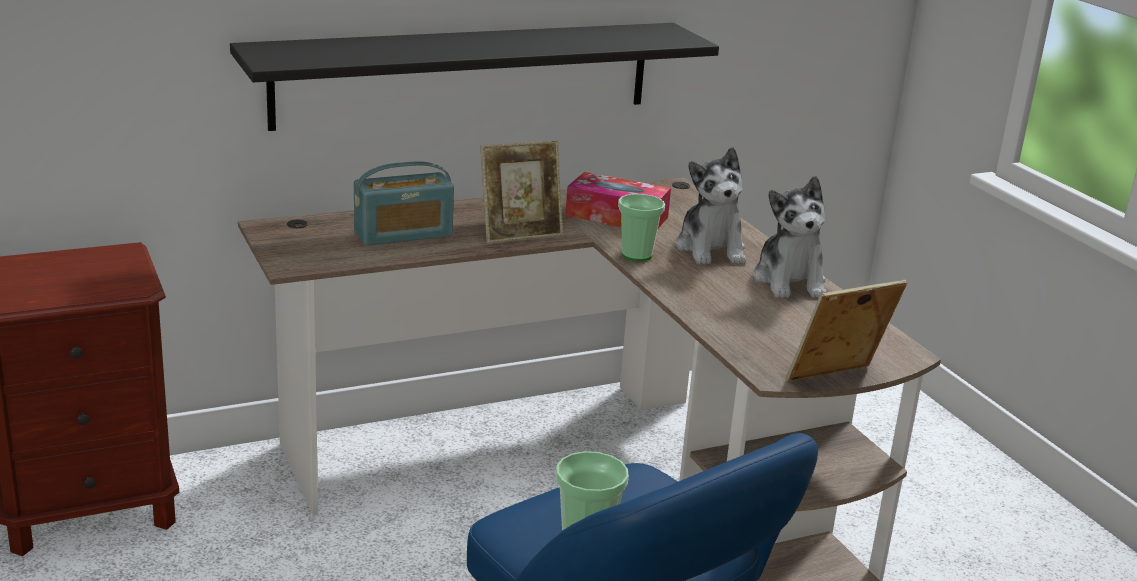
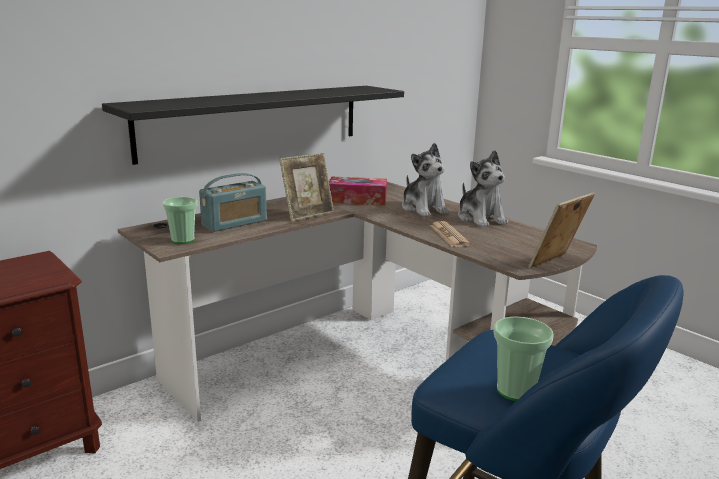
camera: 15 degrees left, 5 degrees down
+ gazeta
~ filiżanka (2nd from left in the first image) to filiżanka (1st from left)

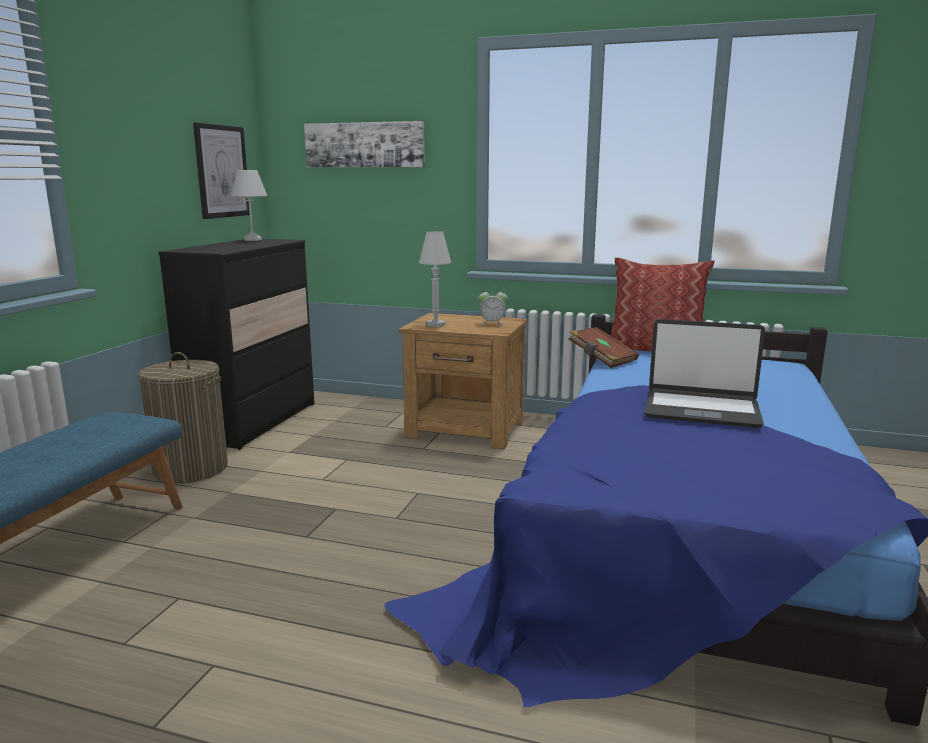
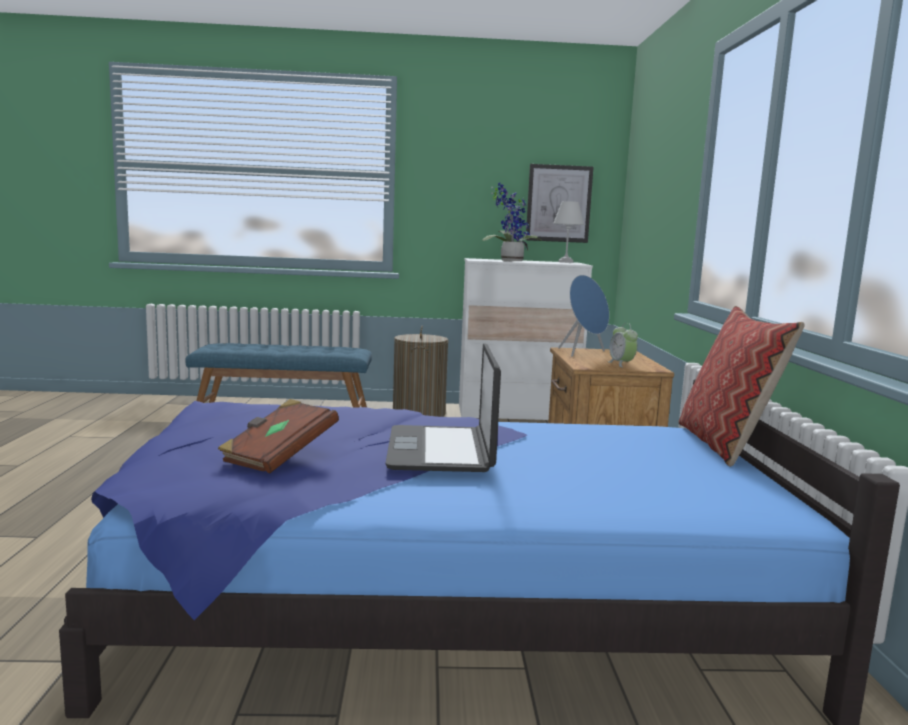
camera: 70 degrees right, 5 degrees down
- obraz (2nd from left)
+ roślina doniczkowa
~ książka [brązowy]
~ lampa stołowa [biały] (2nd from left) to głośnik [niebieski]
~ komoda [czarny] to komoda [biały]

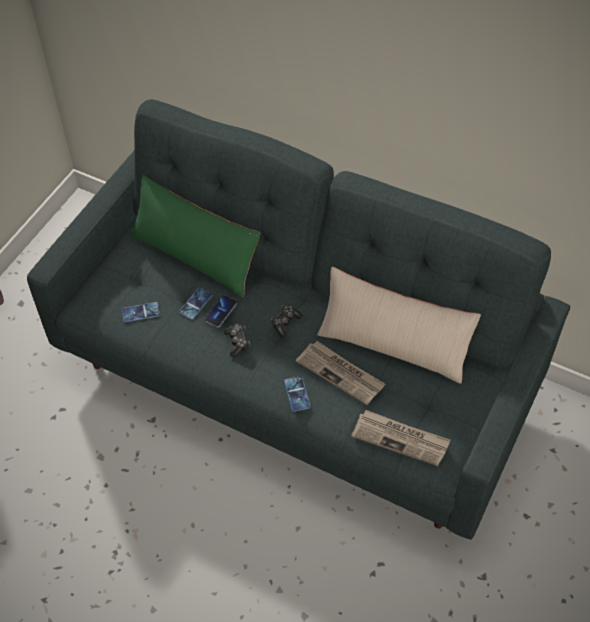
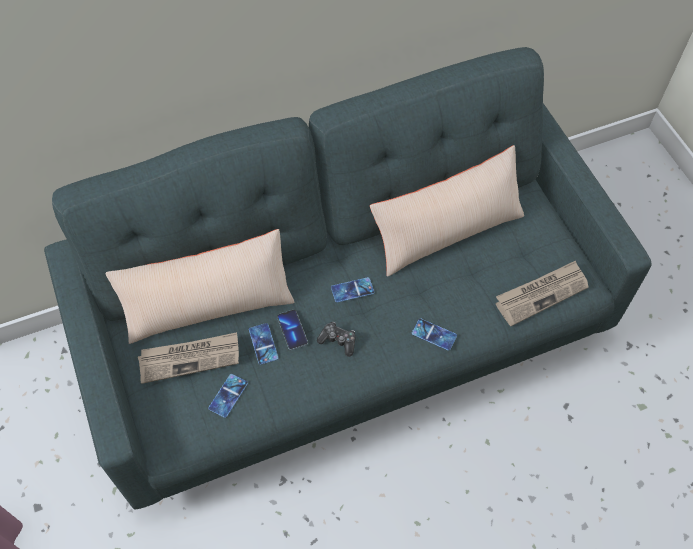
camera: 50 degrees left, 5 degrees up
~ gazeta (1st from left)
~ pad do gier (2nd from left) to telefon (4th from left)
~ poduszka [zielony] to poduszka [beżowy] (1st from left)

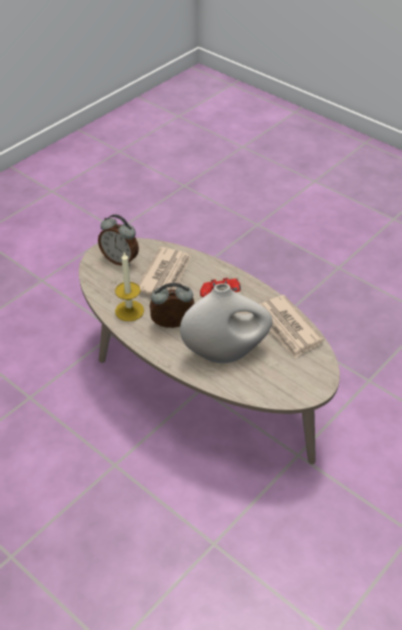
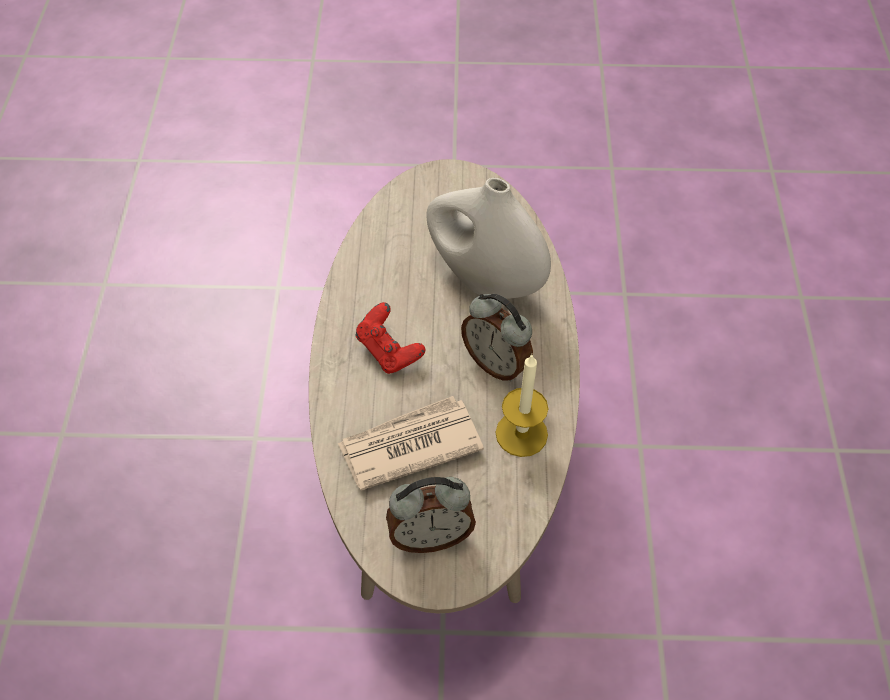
camera: 130 degrees left, 10 degrees up
- gazeta (2nd from left)
~ budzik (1st from left) 90 degrees clockwise

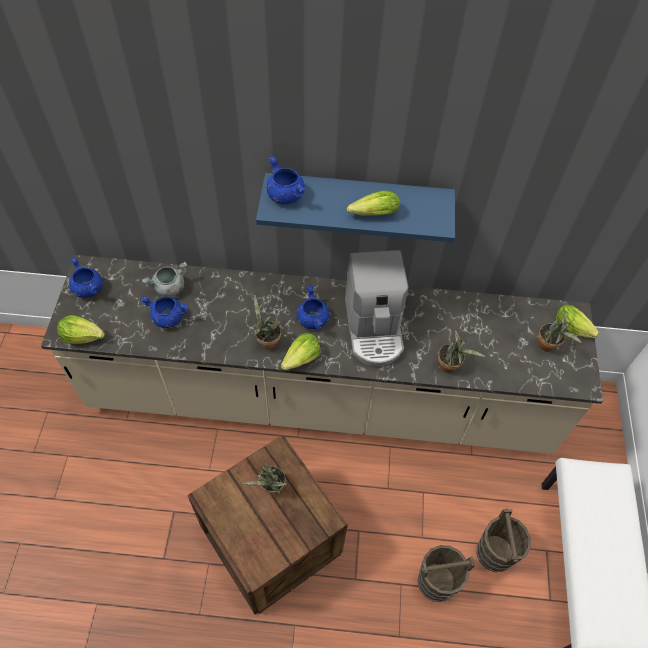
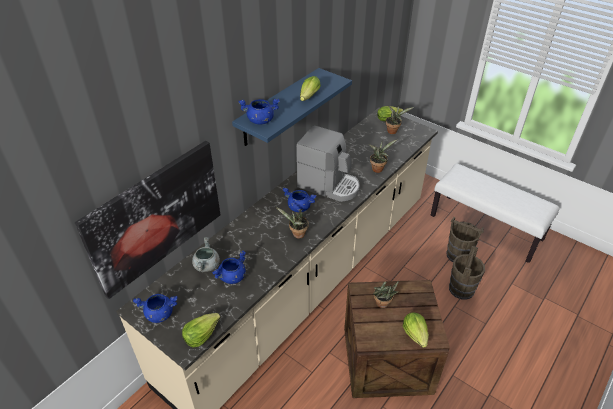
camera: 55 degrees left, 15 degrees down
+ obraz
~ sałata (2nd from left in the first image) to sałata (4th from left)

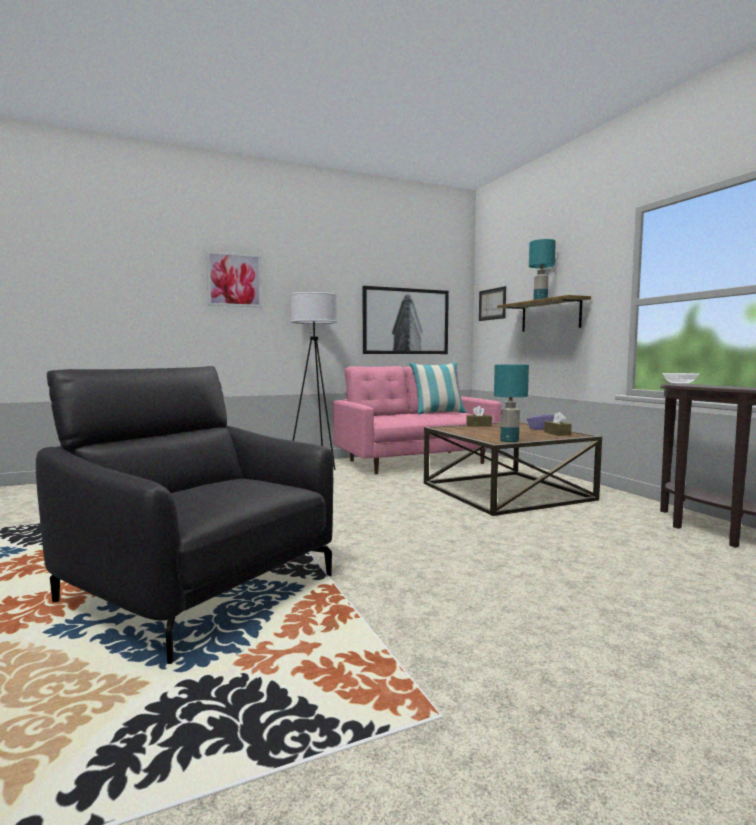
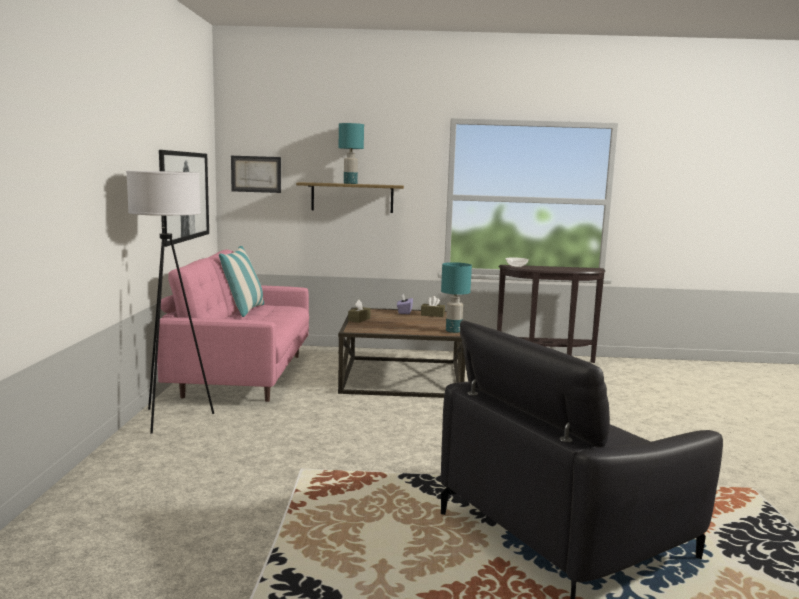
camera: 65 degrees left, 5 degrees up
- obraz (1st from left)

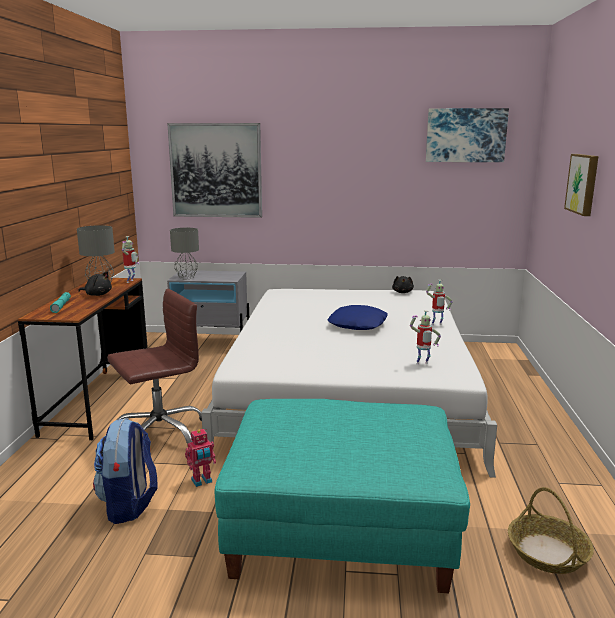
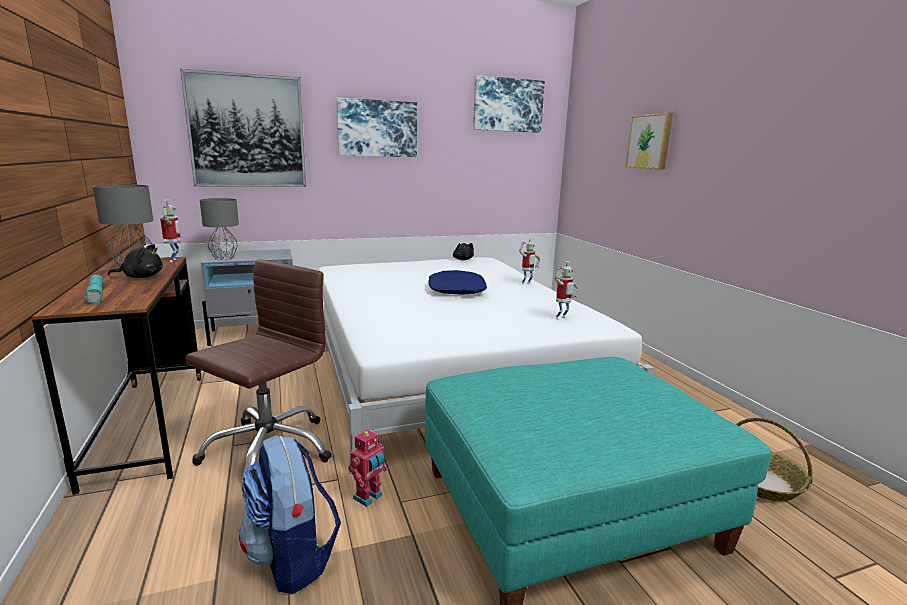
camera: 25 degrees left, 0 degrees up
+ obraz (2nd from left)

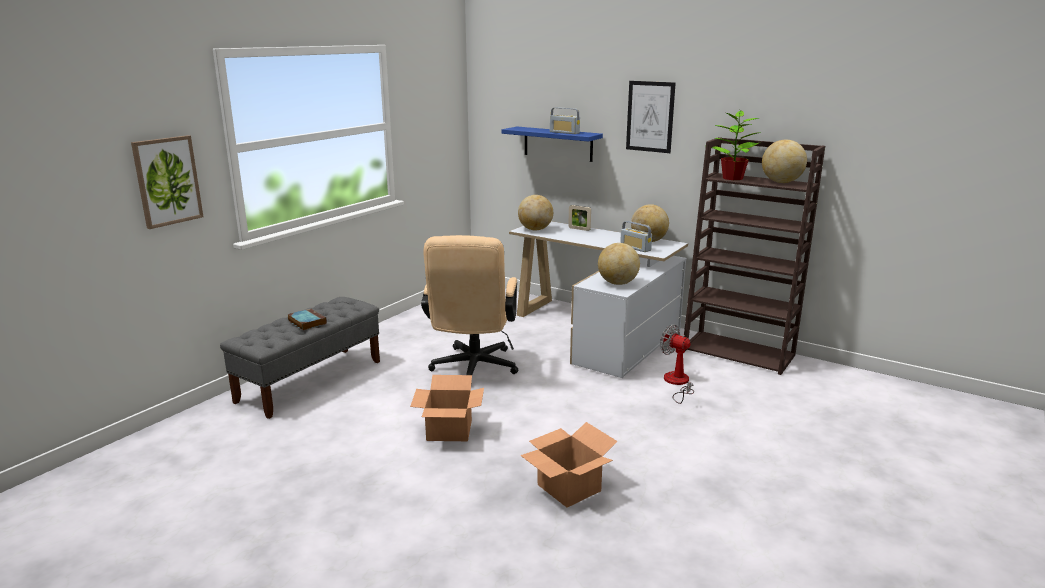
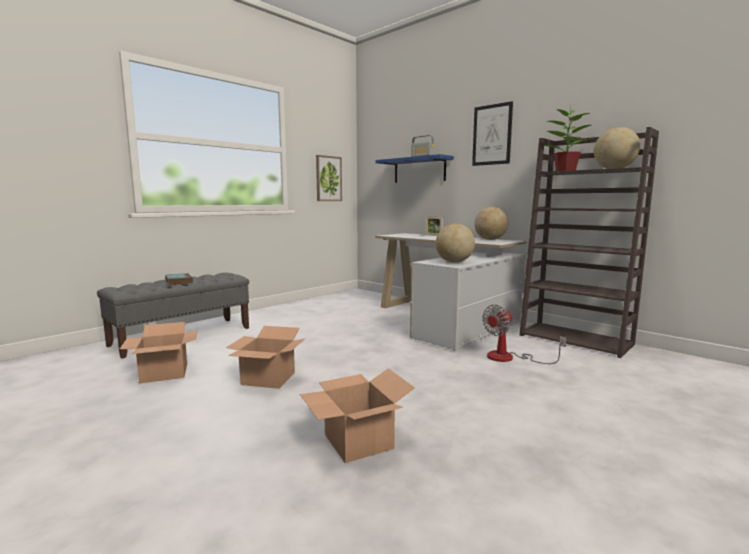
camera: 10 degrees right, 10 degrees down
- krzesło biurowe [beżowy]
- globus (1st from left)
- radio (2nd from left)
+ karton (1st from left)
~ obraz (1st from left)
~ wentylator 90 degrees counterclockwise

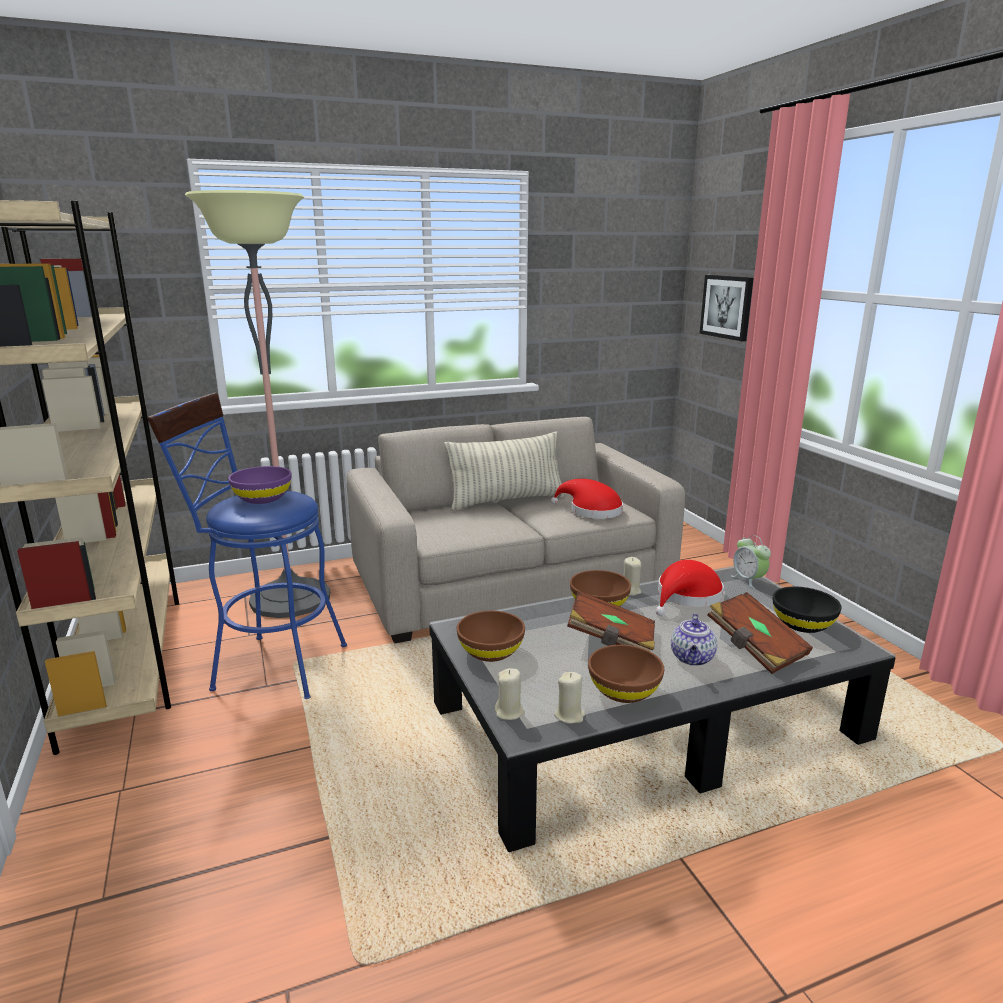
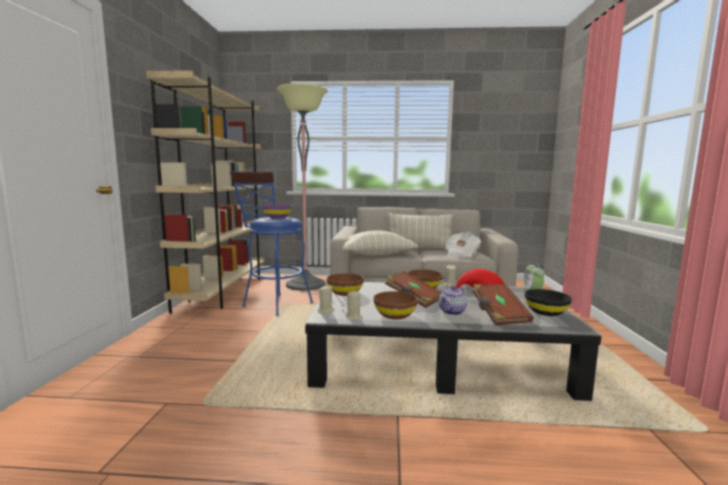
camera: 25 degrees right, 10 degrees down
- obraz
+ poduszka (1st from left)
~ kapelusz [czerwony] (1st from left) to gazeta

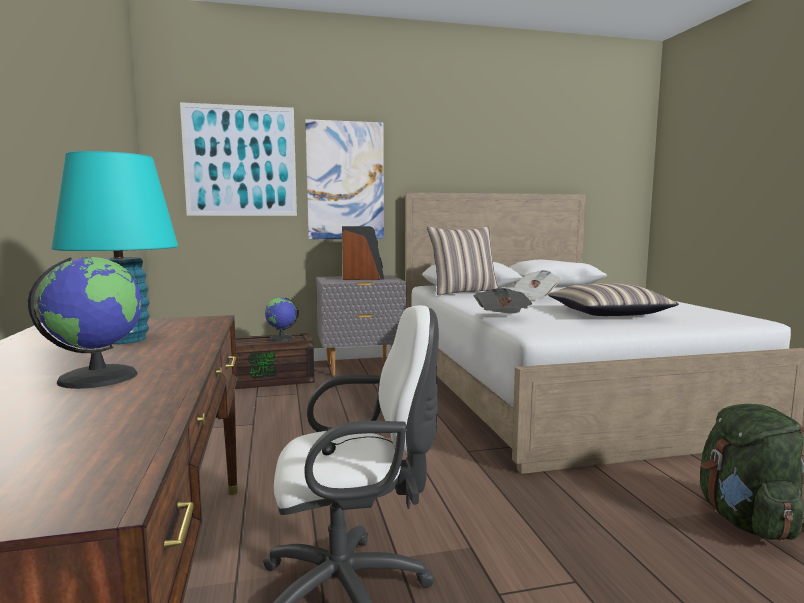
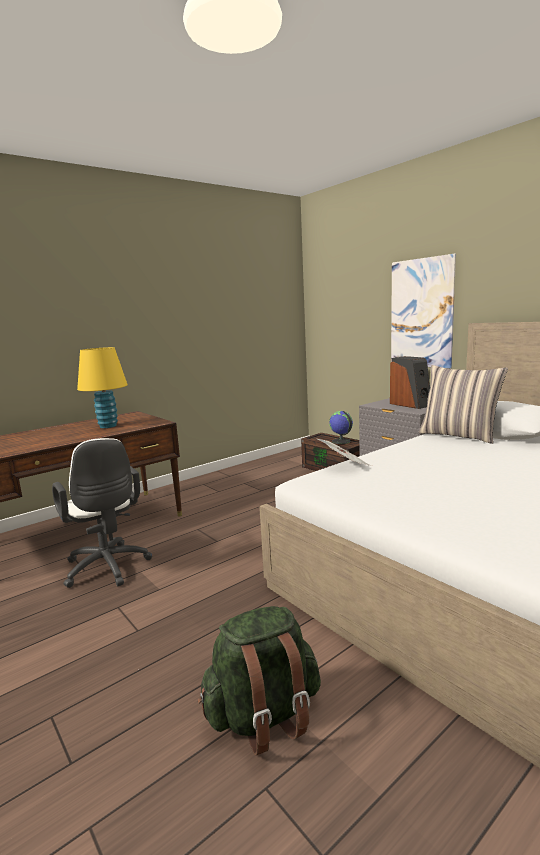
camera: 65 degrees right, 5 degrees up
- globus (1st from left)
- obraz (1st from left)
- gazeta (2nd from left)
- poduszka (2nd from left)
~ lampa stołowa [turkusowy] to lampa stołowa [żółty]

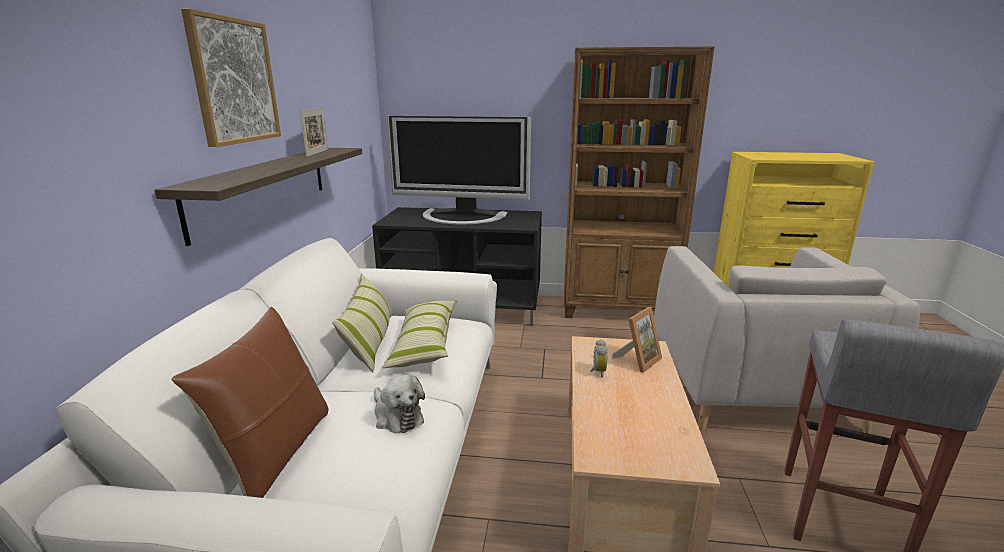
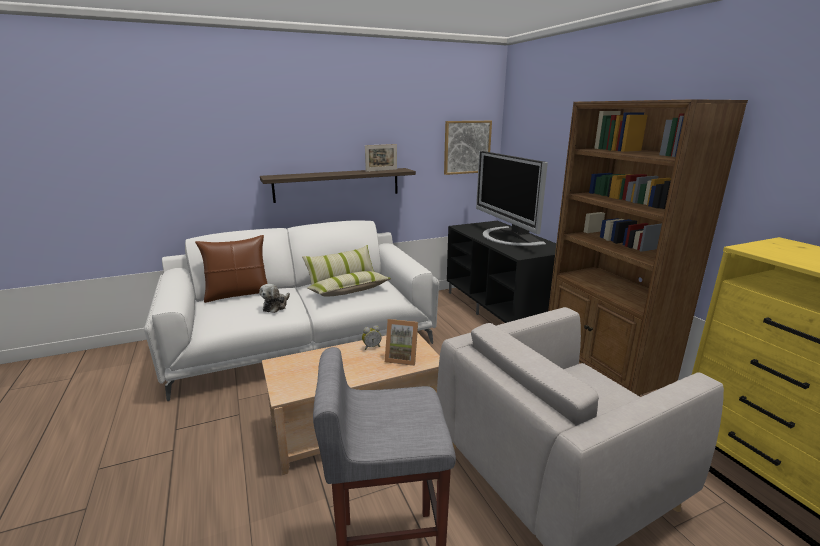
camera: 60 degrees right, 0 degrees up
~ obraz

